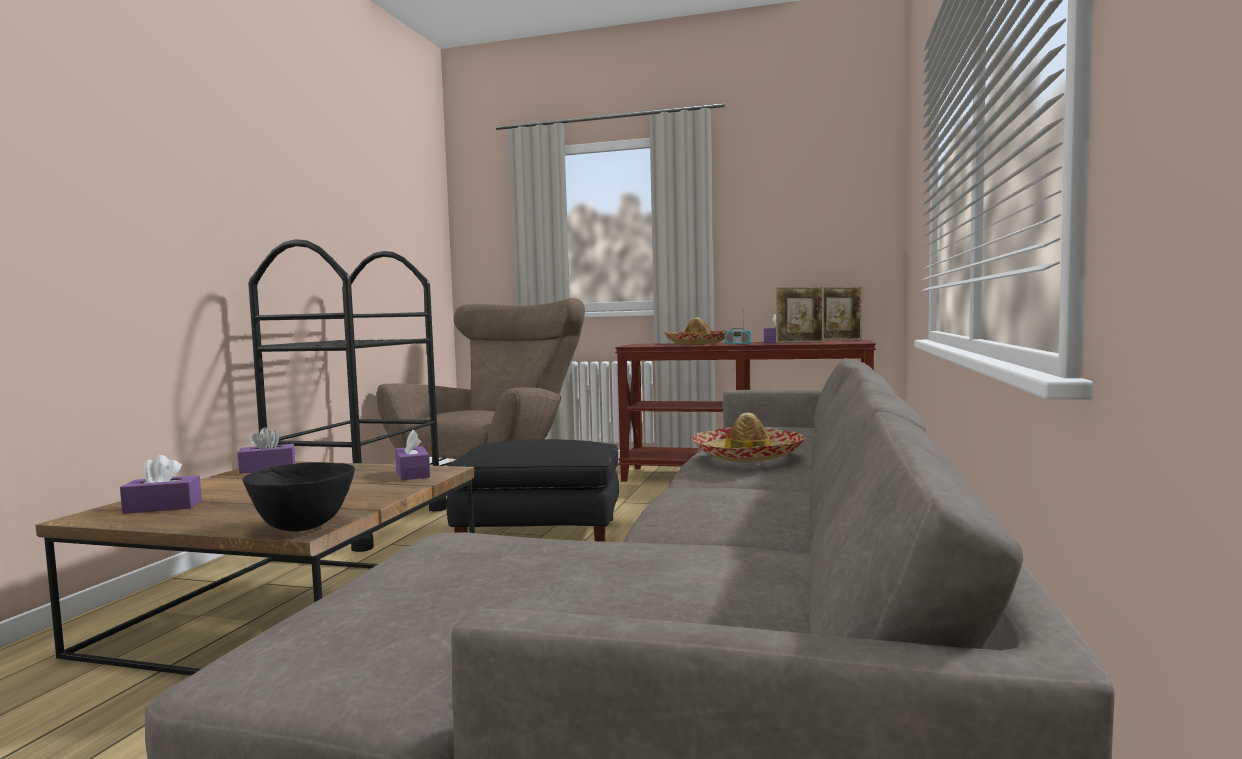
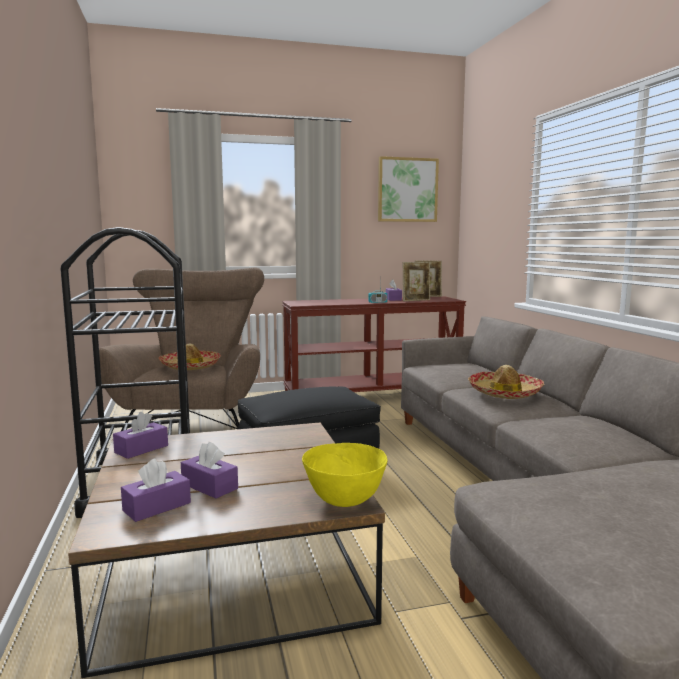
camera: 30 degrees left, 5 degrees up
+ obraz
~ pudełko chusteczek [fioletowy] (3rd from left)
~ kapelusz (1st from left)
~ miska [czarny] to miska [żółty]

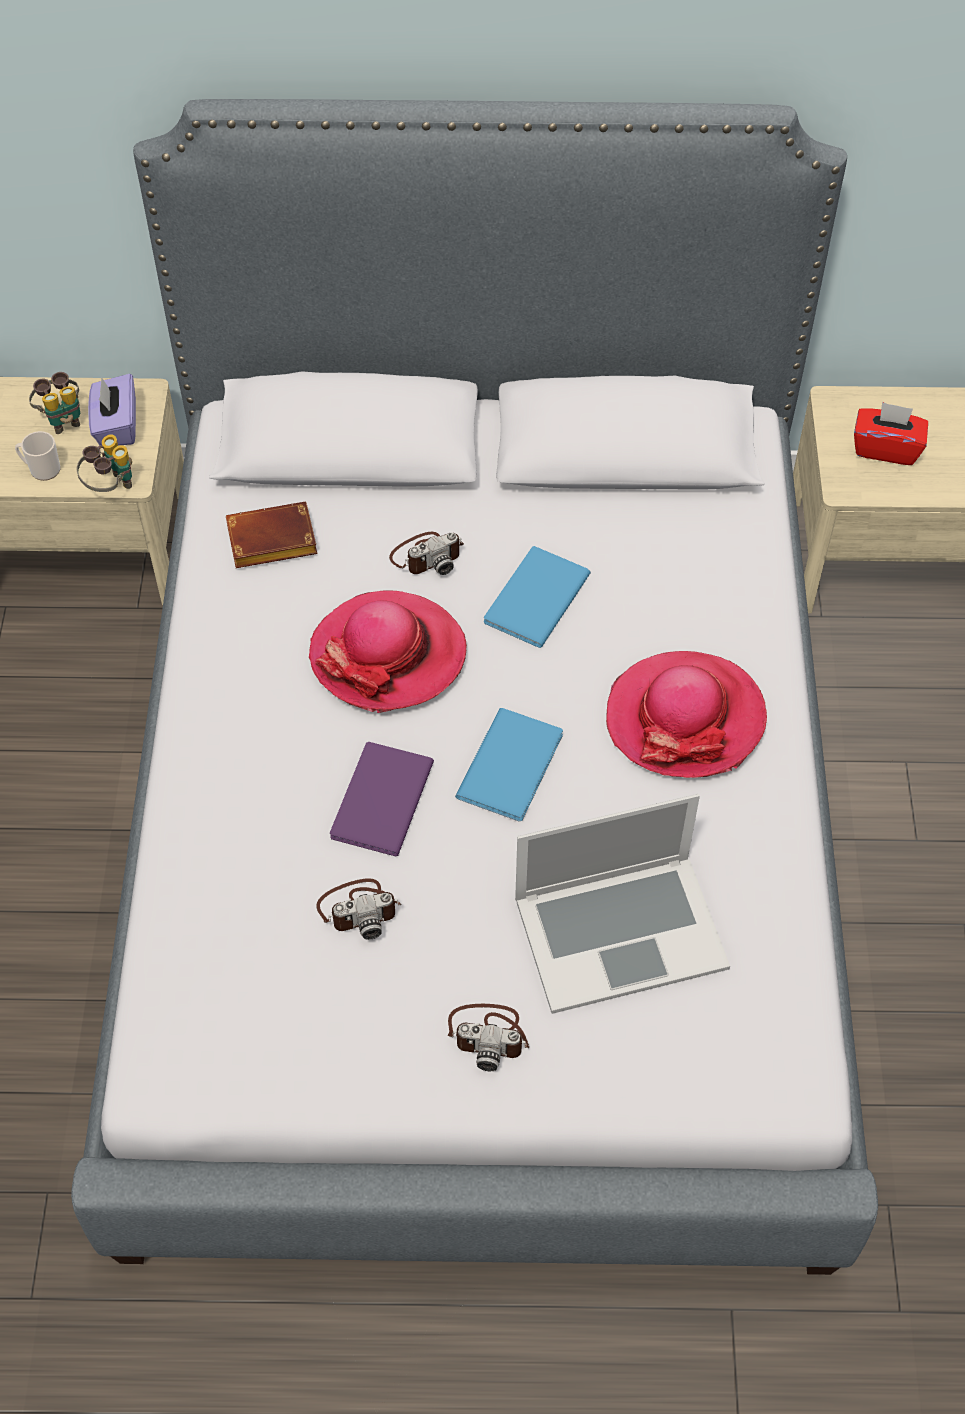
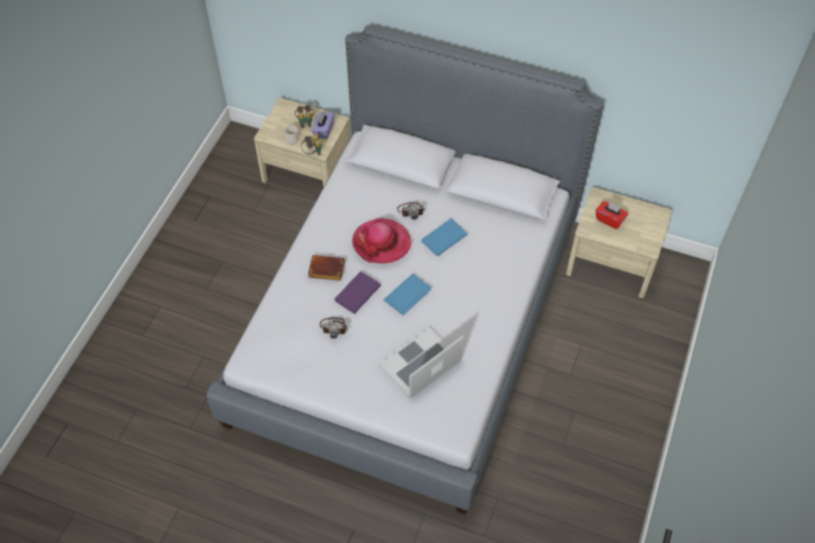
camera: 20 degrees right, 0 degrees up
- aparat fotograficzny (3rd from left)
- kapelusz (2nd from left)
~ książka [brązowy]
~ laptop 135 degrees clockwise

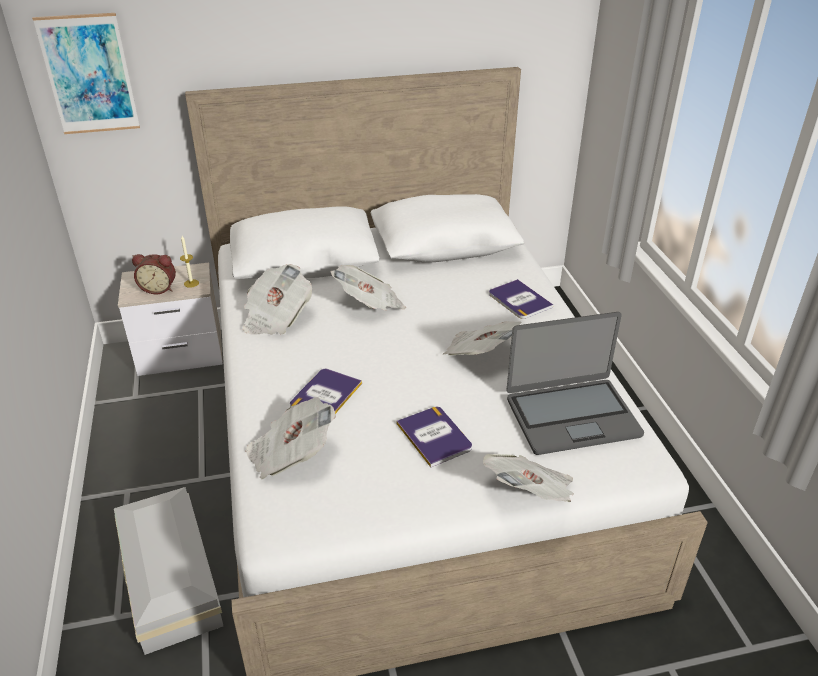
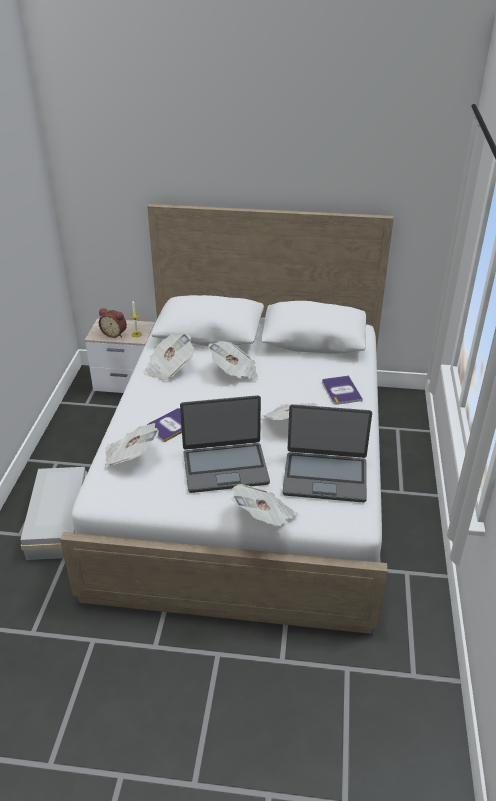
camera: 20 degrees right, 0 degrees up
- obraz
~ książka (2nd from left) to laptop (1st from left)

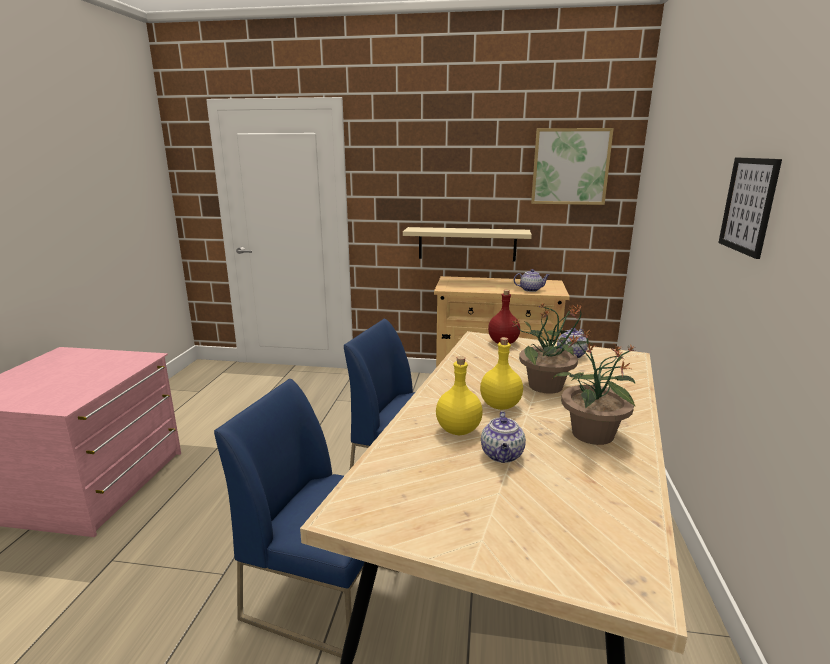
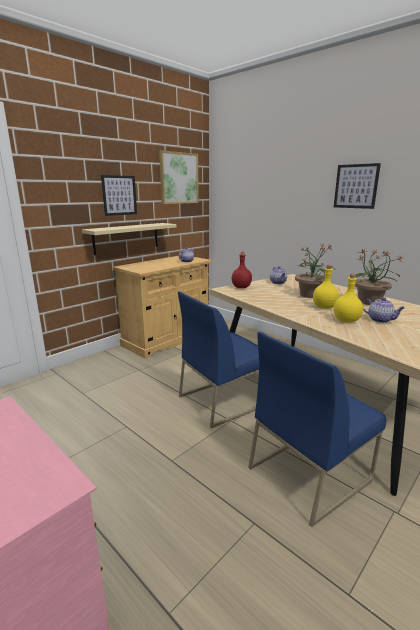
camera: 55 degrees left, 0 degrees up
+ obraz (1st from left)

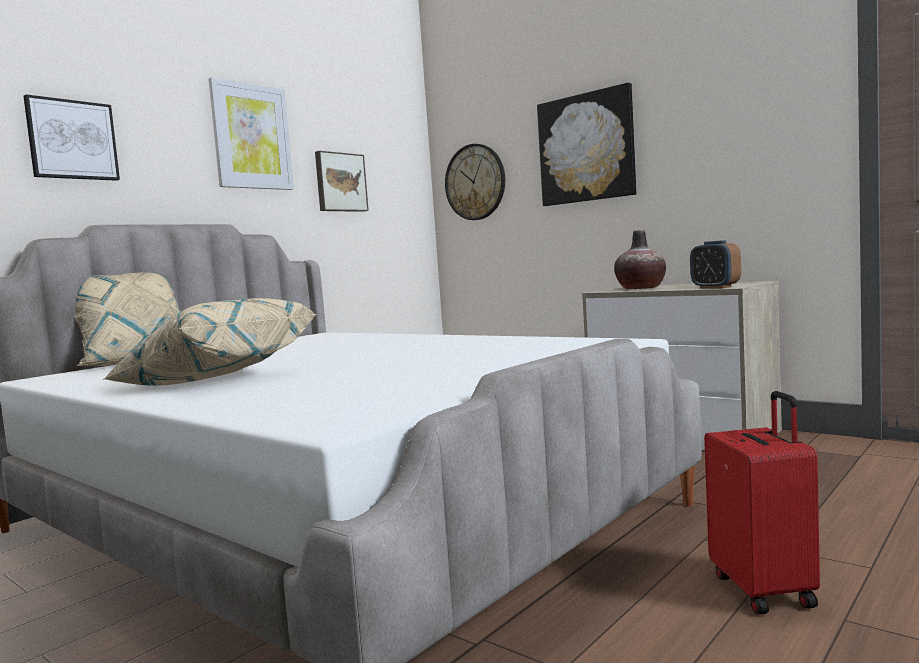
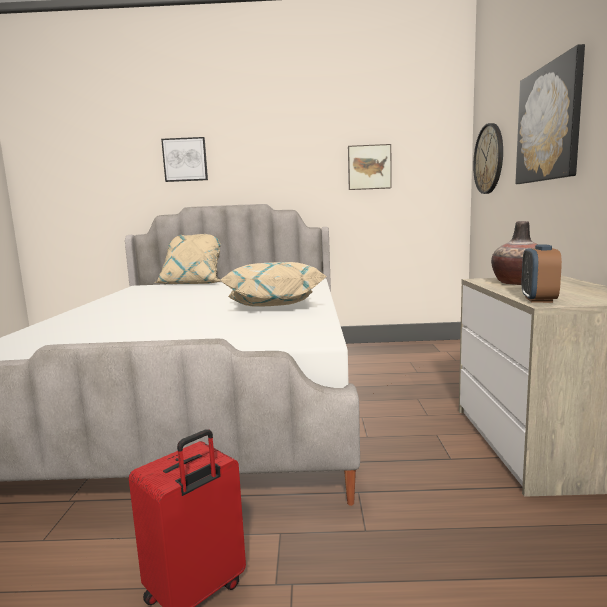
camera: 50 degrees right, 5 degrees up
- obraz (2nd from left)
~ poduszka [beżowy] (2nd from left)

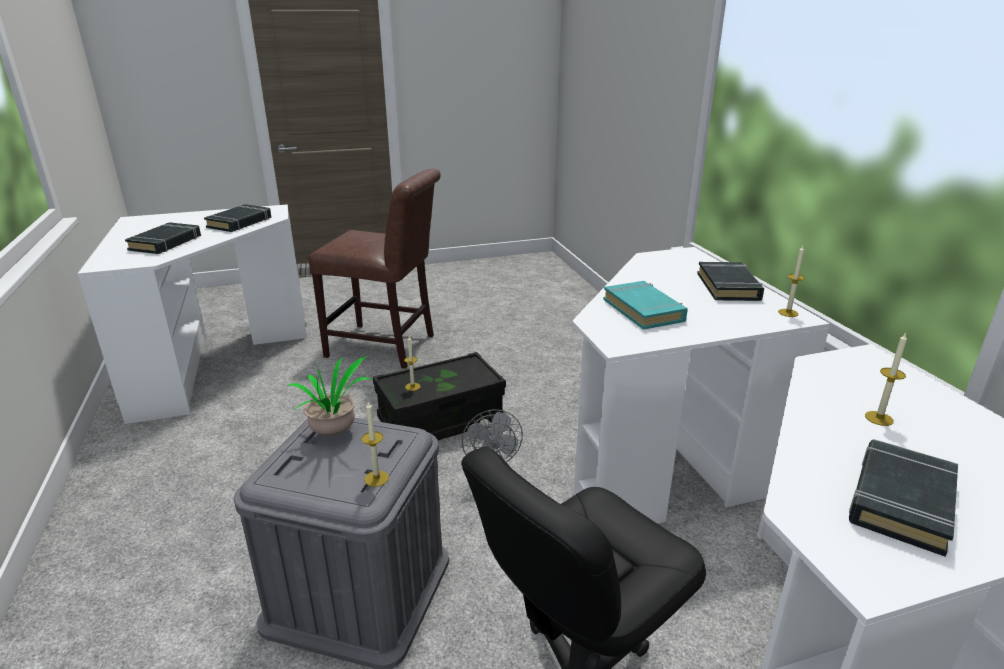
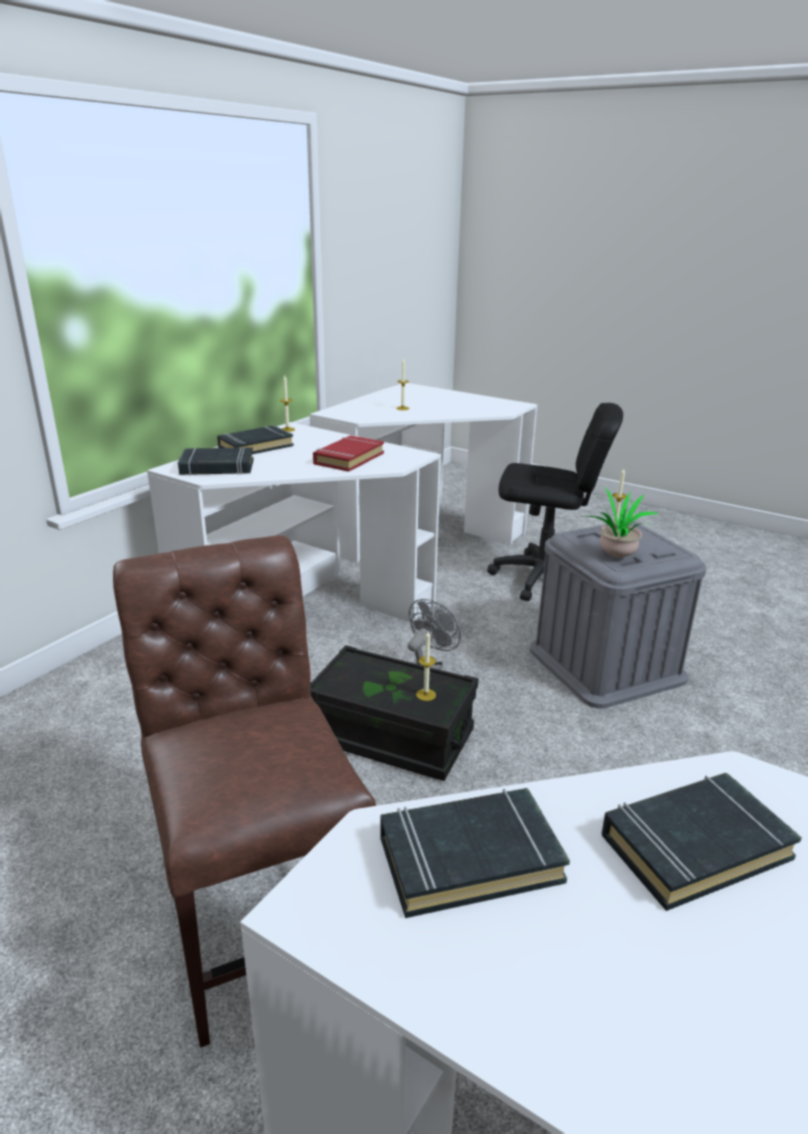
camera: 130 degrees left, 0 degrees up
~ książka [czarny] (4th from left in the first image) to książka [czarny] (1st from left)
~ książka [turkusowy] to książka [czerwony]

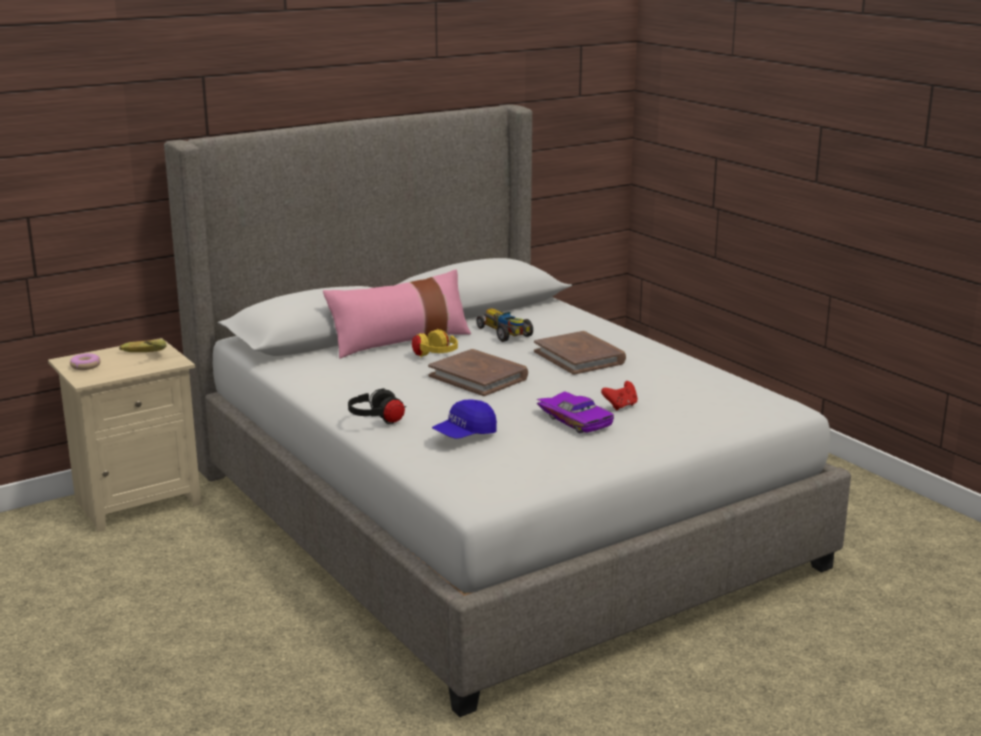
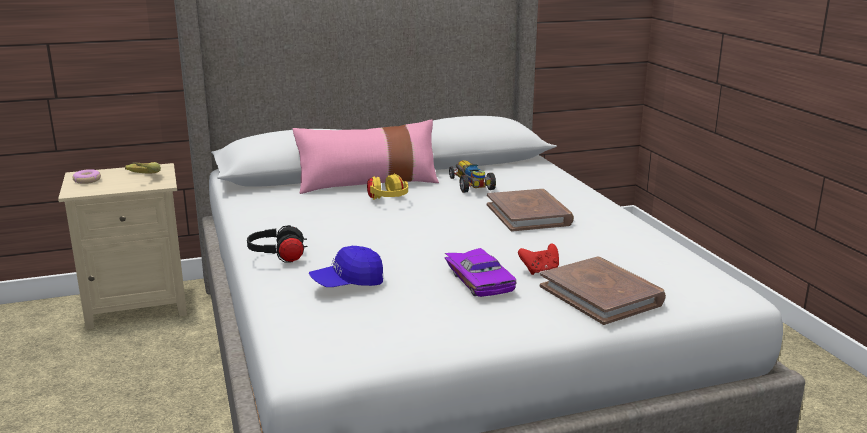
camera: 15 degrees right, 0 degrees up
~ książka [brązowy] (1st from left in the first image) to książka [brązowy] (2nd from left)

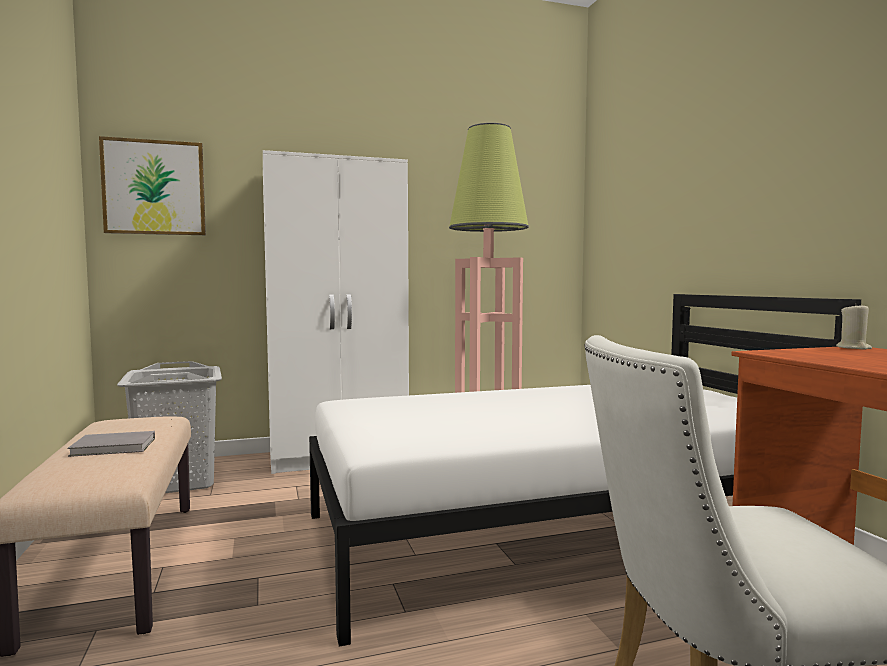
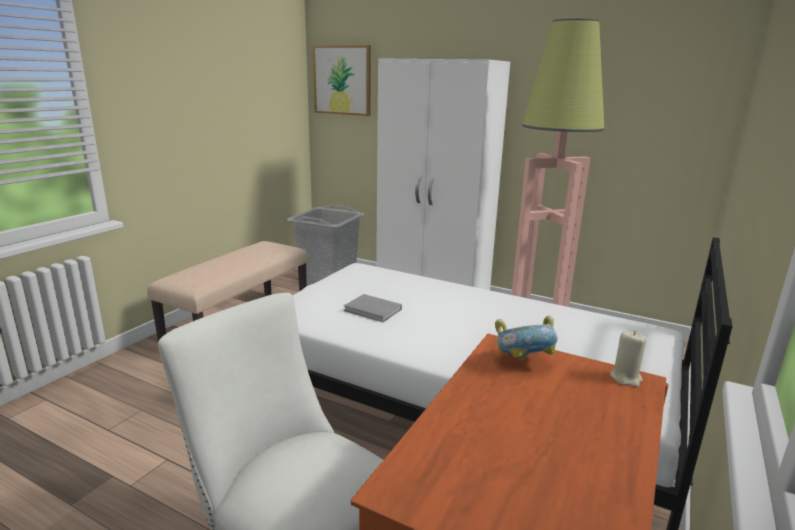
camera: 45 degrees right, 15 degrees up
+ miska
~ książka [szary]

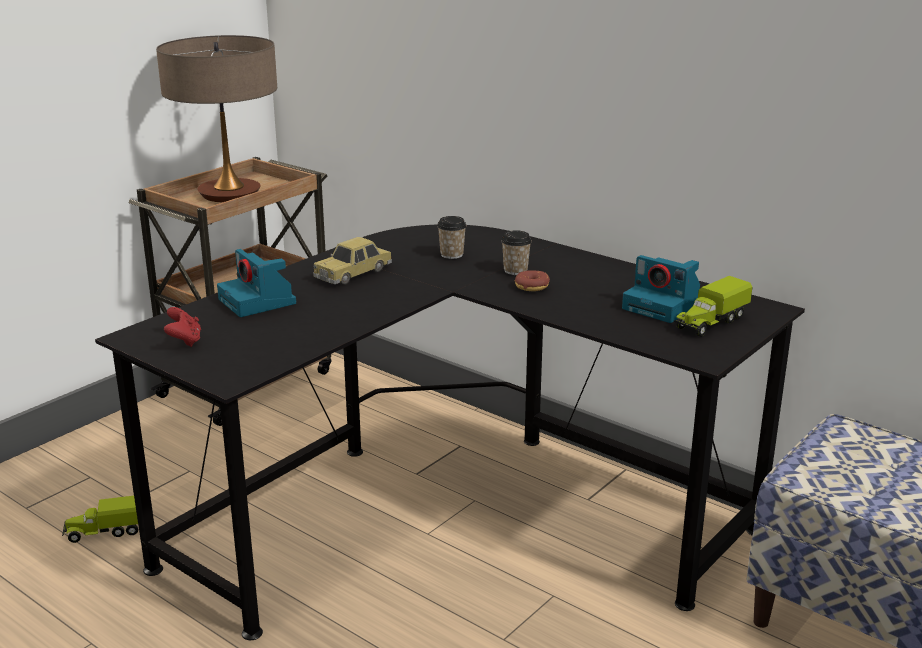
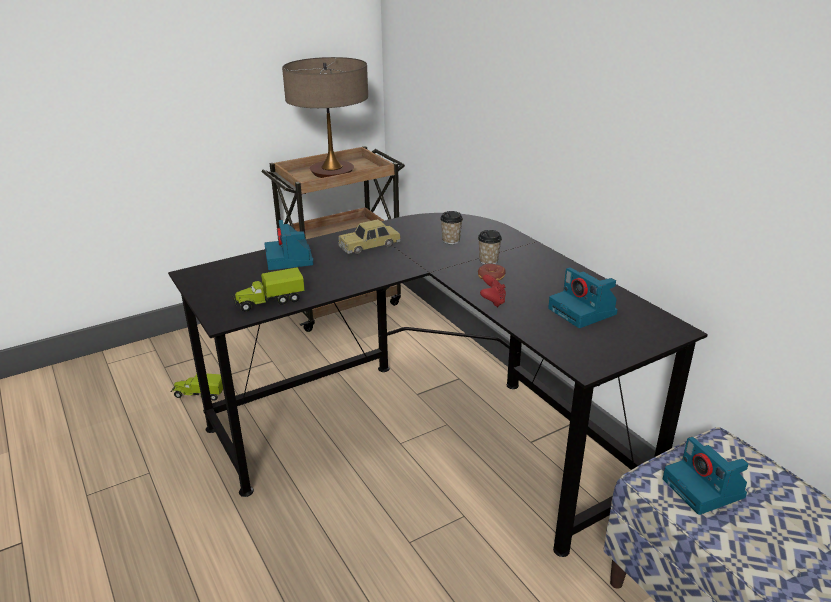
camera: 20 degrees right, 5 degrees up
+ aparat fotograficzny (3rd from left)
~ pad do gier [czerwony]
~ ciężarówka zabawkowa (2nd from left)

